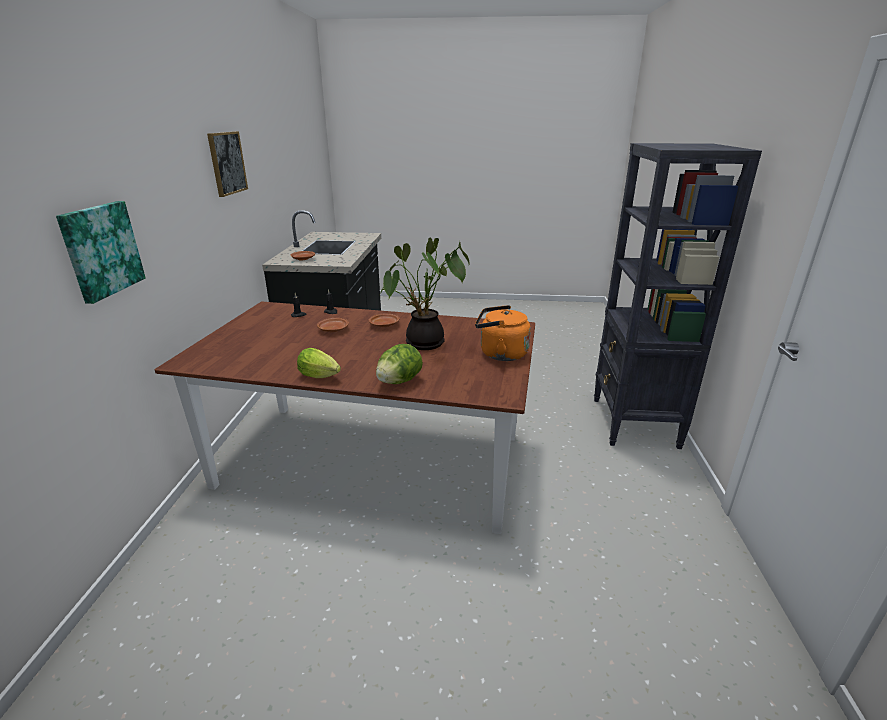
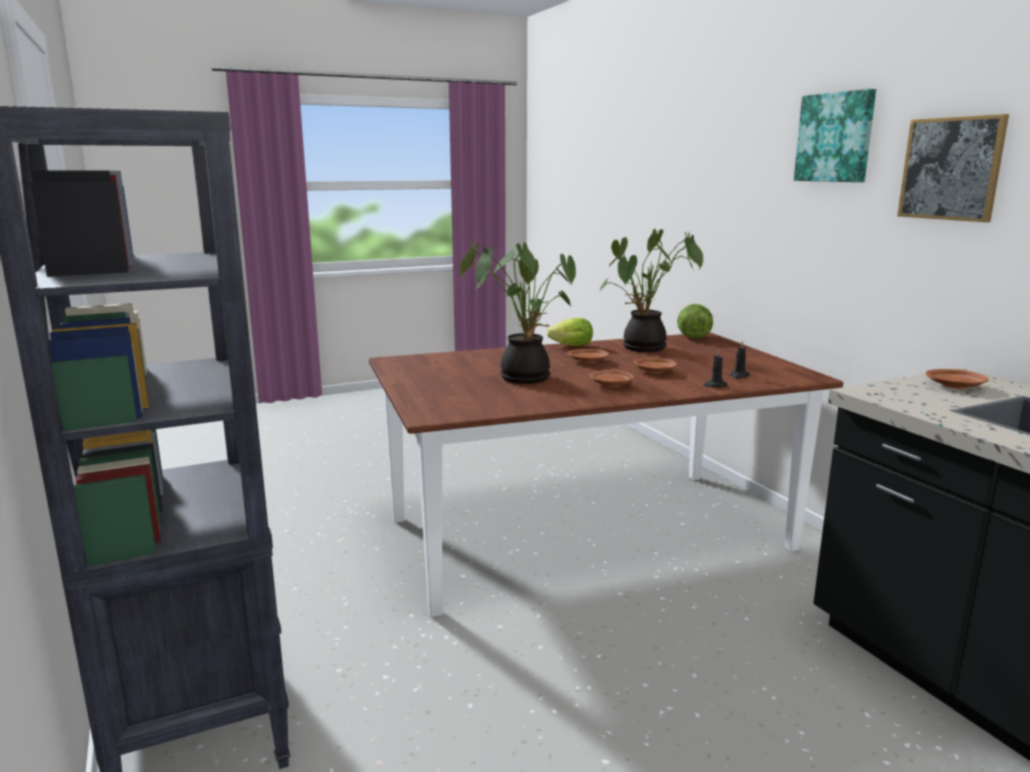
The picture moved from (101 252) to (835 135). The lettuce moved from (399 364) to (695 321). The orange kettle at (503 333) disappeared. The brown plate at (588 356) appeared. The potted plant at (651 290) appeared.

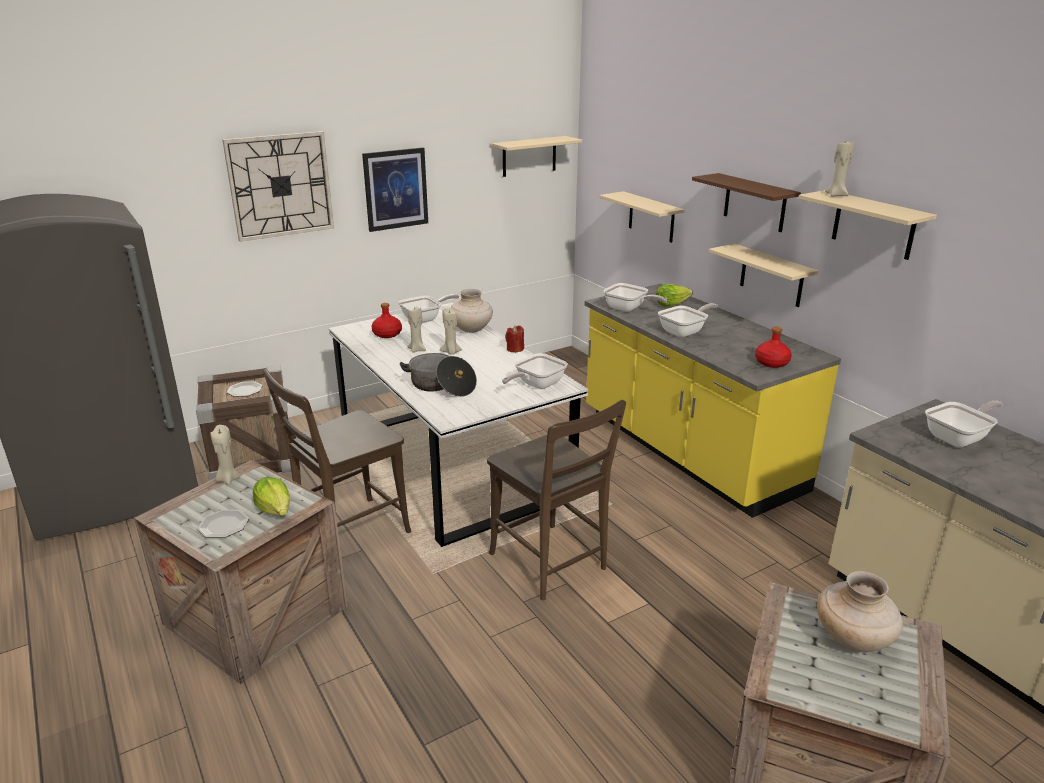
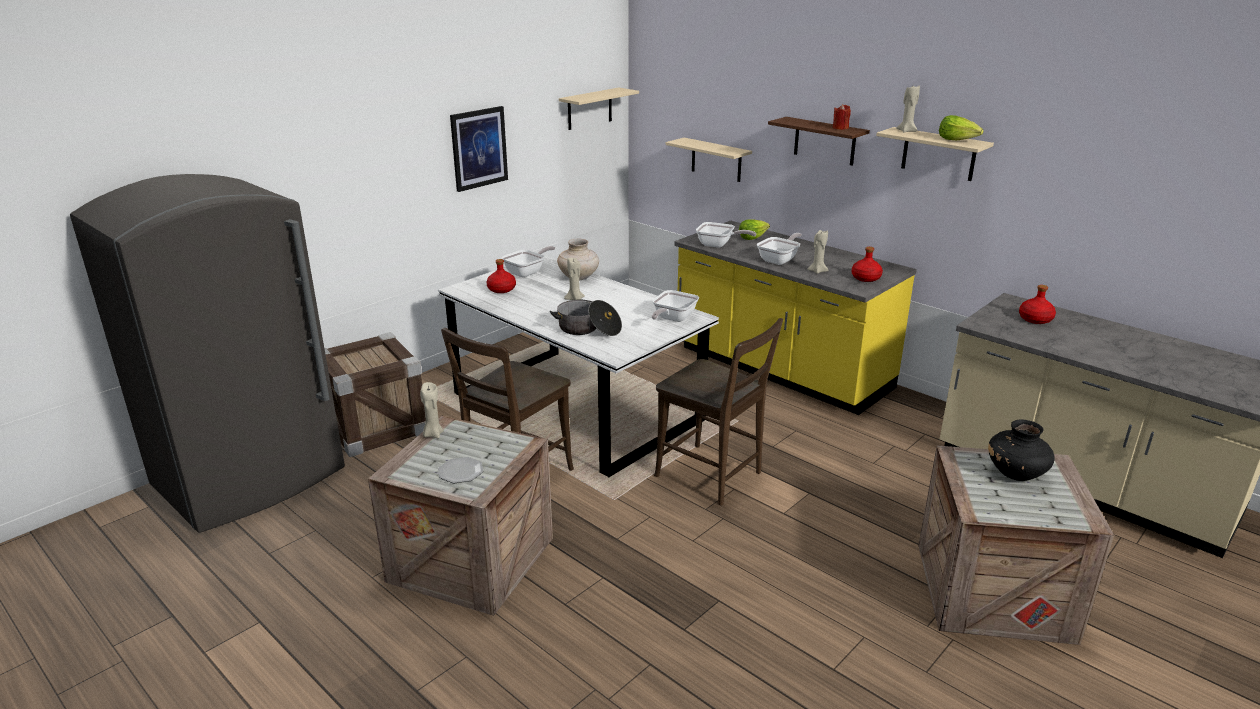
The wall clock at (278 186) disappeared. The plate at (245 389) disappeared. The lettuce moved from (271 496) to (961 128). The beige candle moved from (416 330) to (818 252). The red candle moved from (514 339) to (842 117). The beige shelf at (764 275) disappeared. The beige vase at (860 611) became the black vase at (1021 450). The frying pan at (964 424) was replaced by the red bottle at (1037 304).

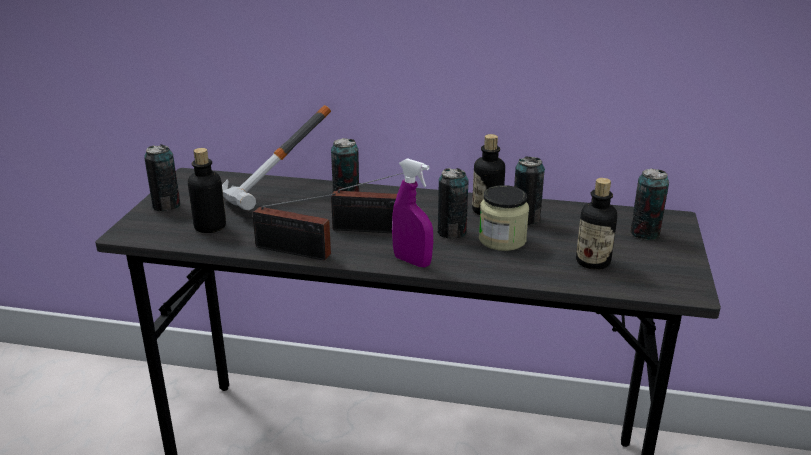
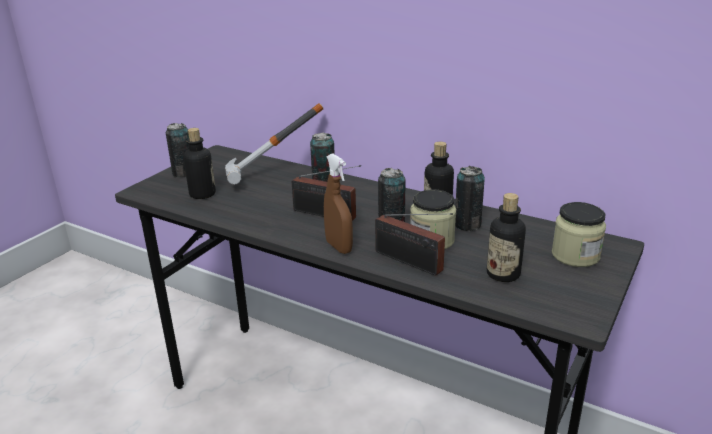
The radio moved from (294 227) to (414 244). The purple spray bottle at (412 212) became the brown spray bottle at (338 203). The can at (649 204) was replaced by the jar at (579 234).

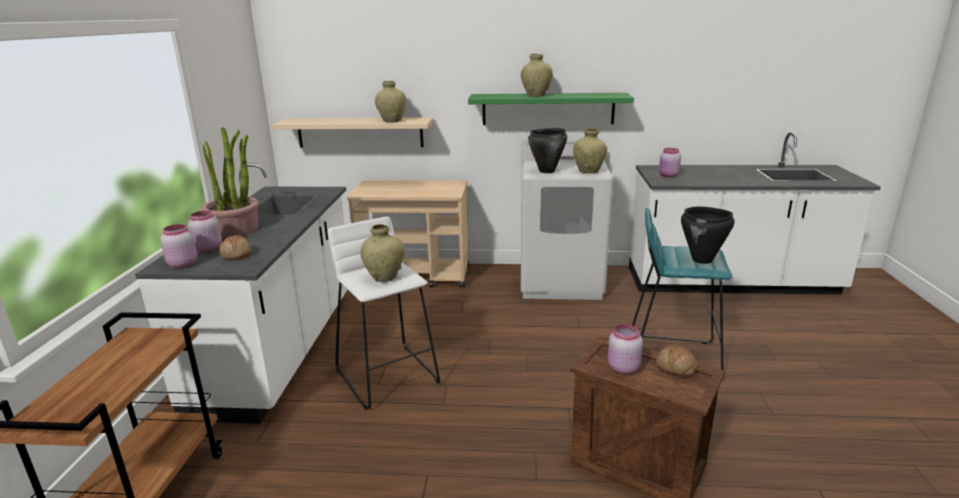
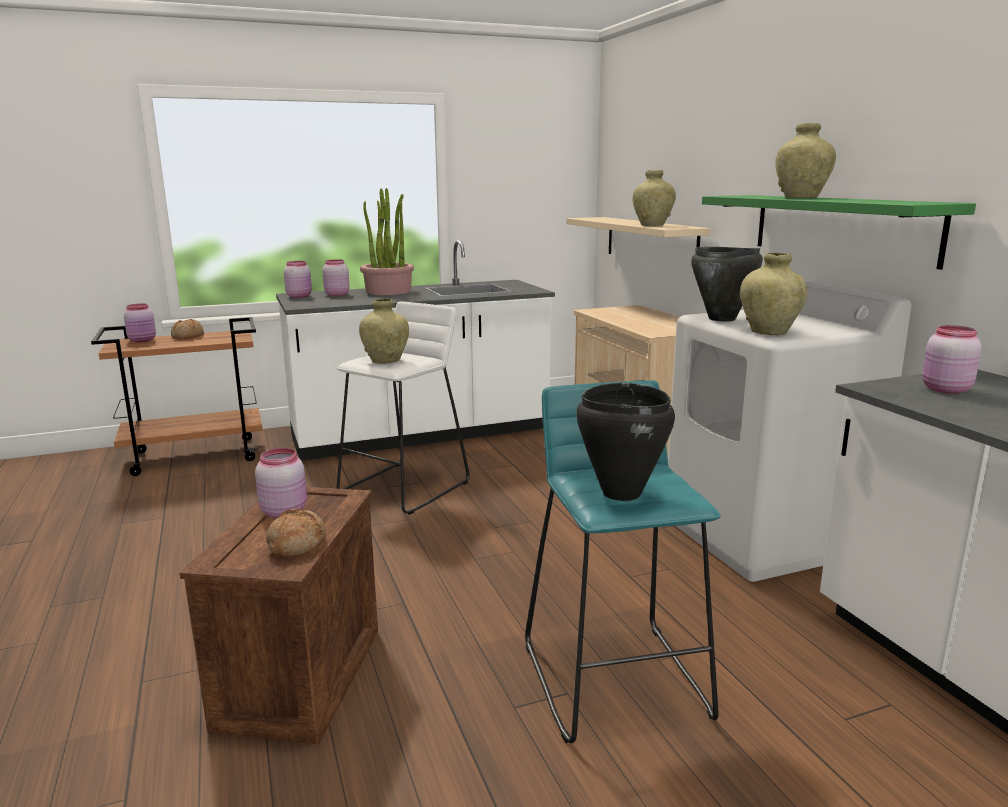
The bread moved from (235 247) to (187 329). The pink jar at (140 323) appeared.

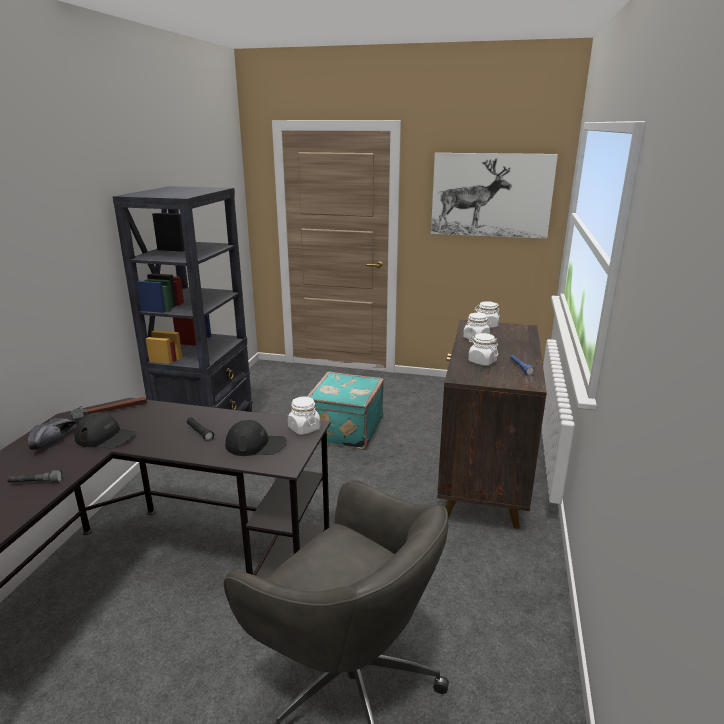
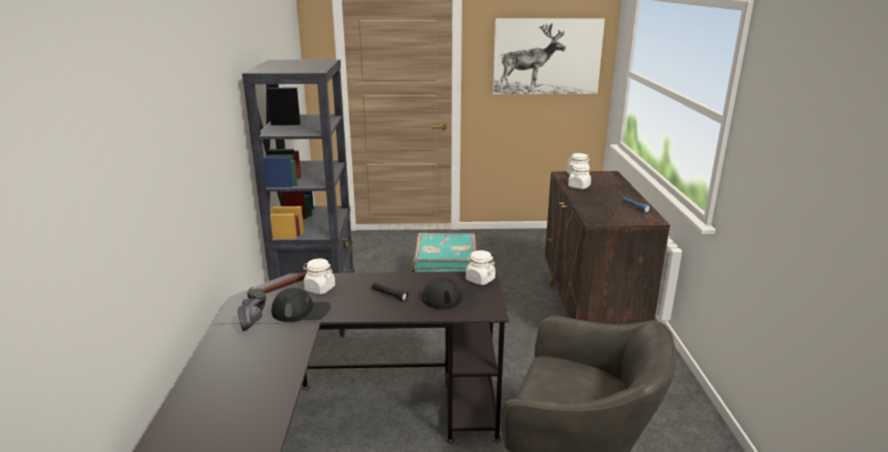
The grey flashlight at (34 476) disappeared. The white jar moved from (483 349) to (319 276).

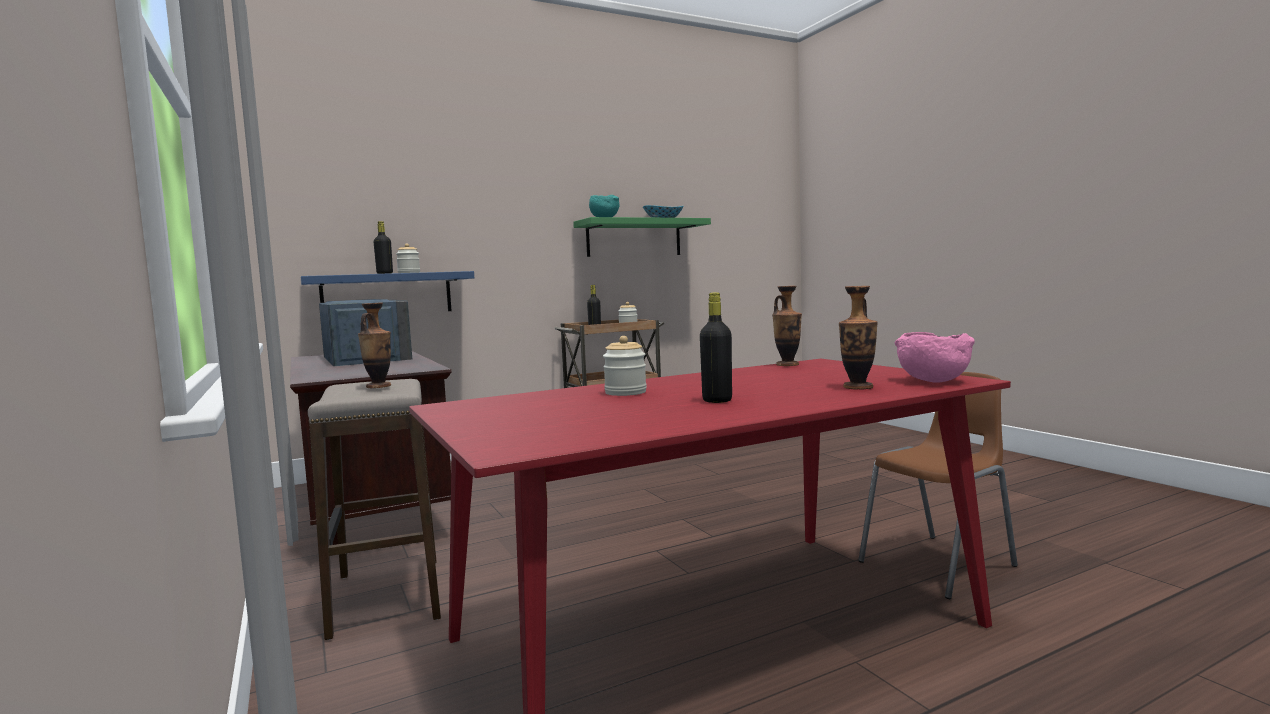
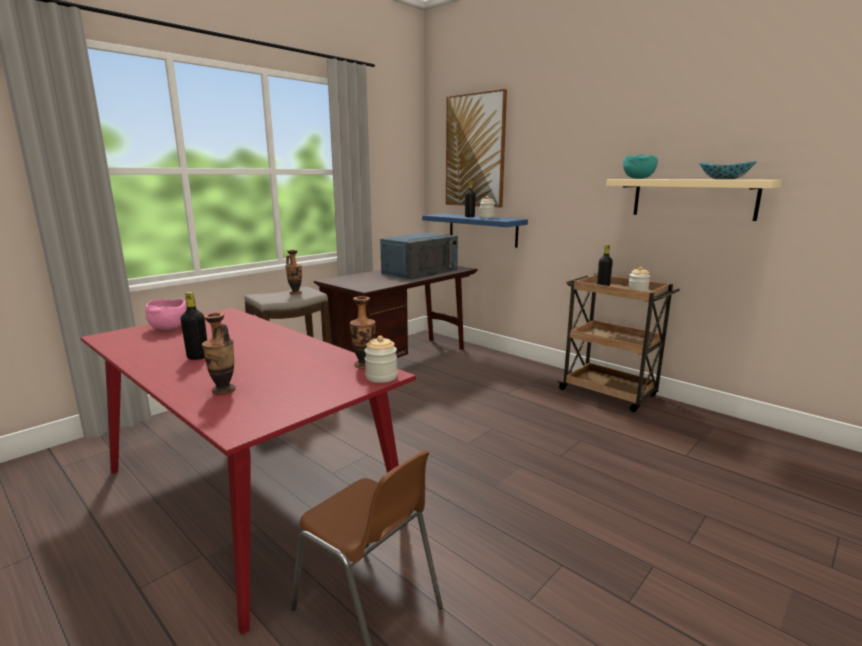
The green shelf at (642 237) became the beige shelf at (694 200). The jar moved from (625 366) to (380 359). The pink bowl moved from (935 357) to (165 314). The picture at (476 148) appeared.

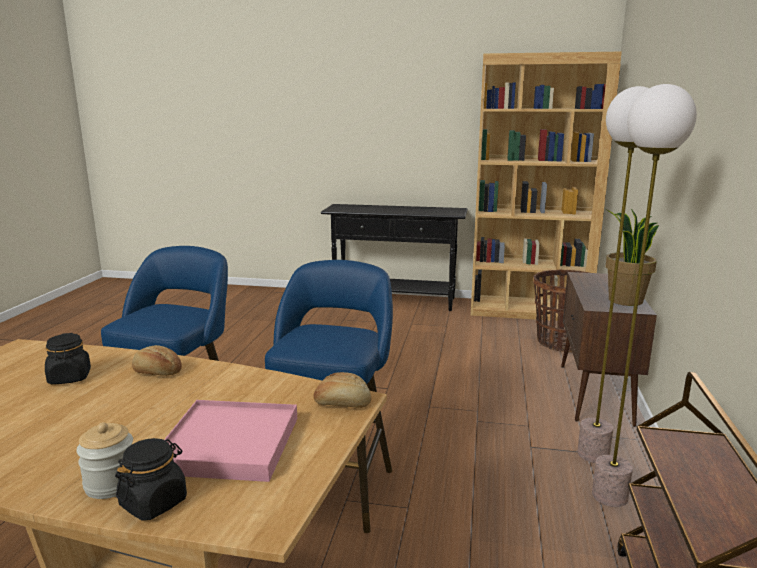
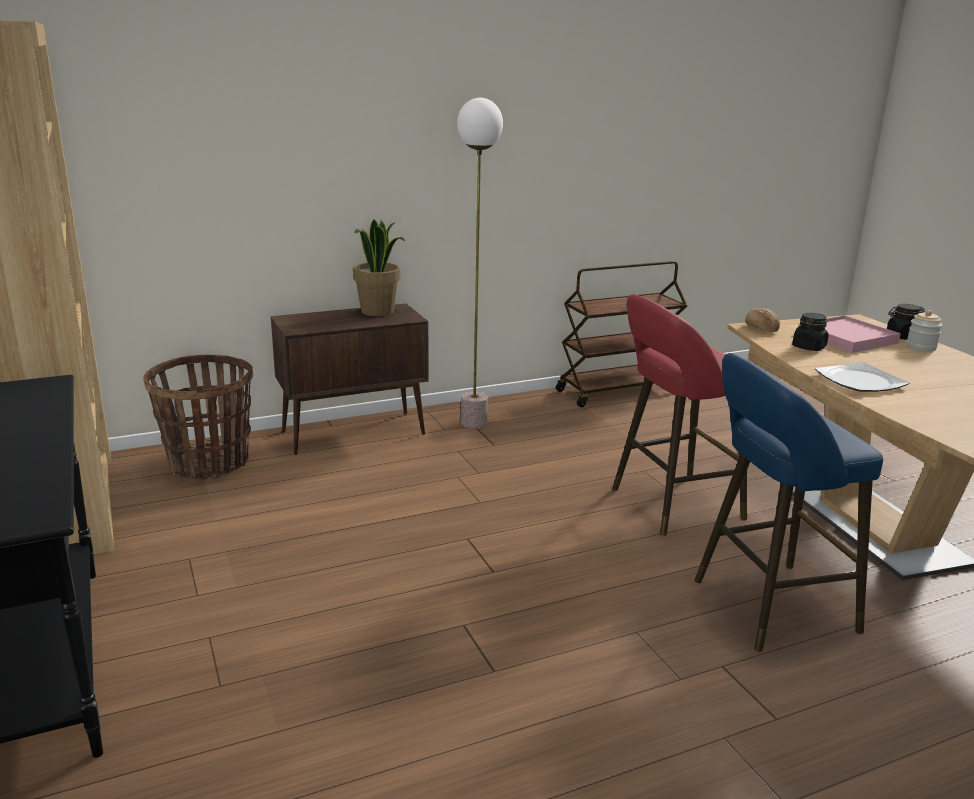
The black jar moved from (68 358) to (810 332). The bread at (157 360) was replaced by the plate at (862 377). The blue stool at (329 396) became the red stool at (679 415). The floor lamp at (644 295) disappeared.

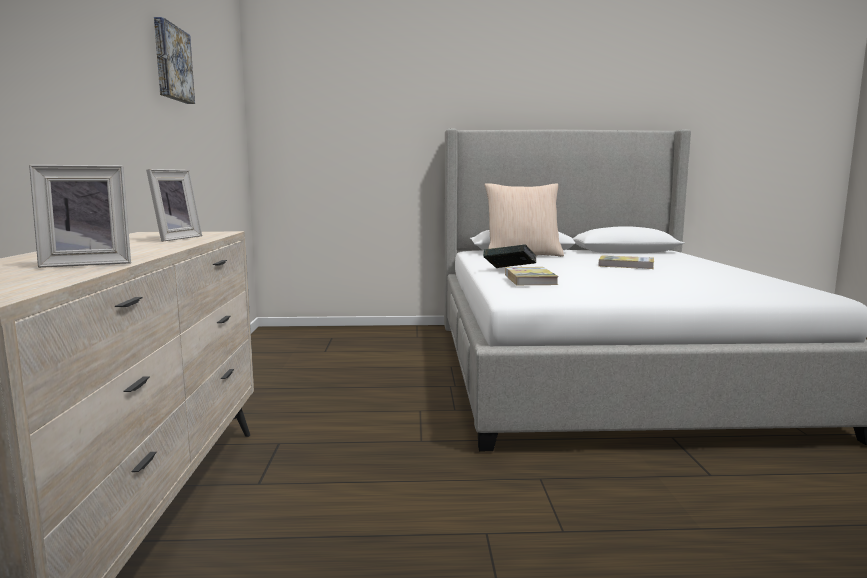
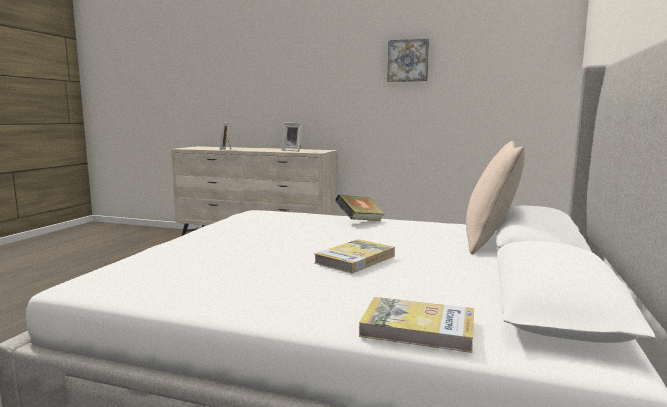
The book moved from (532 276) to (416 325).

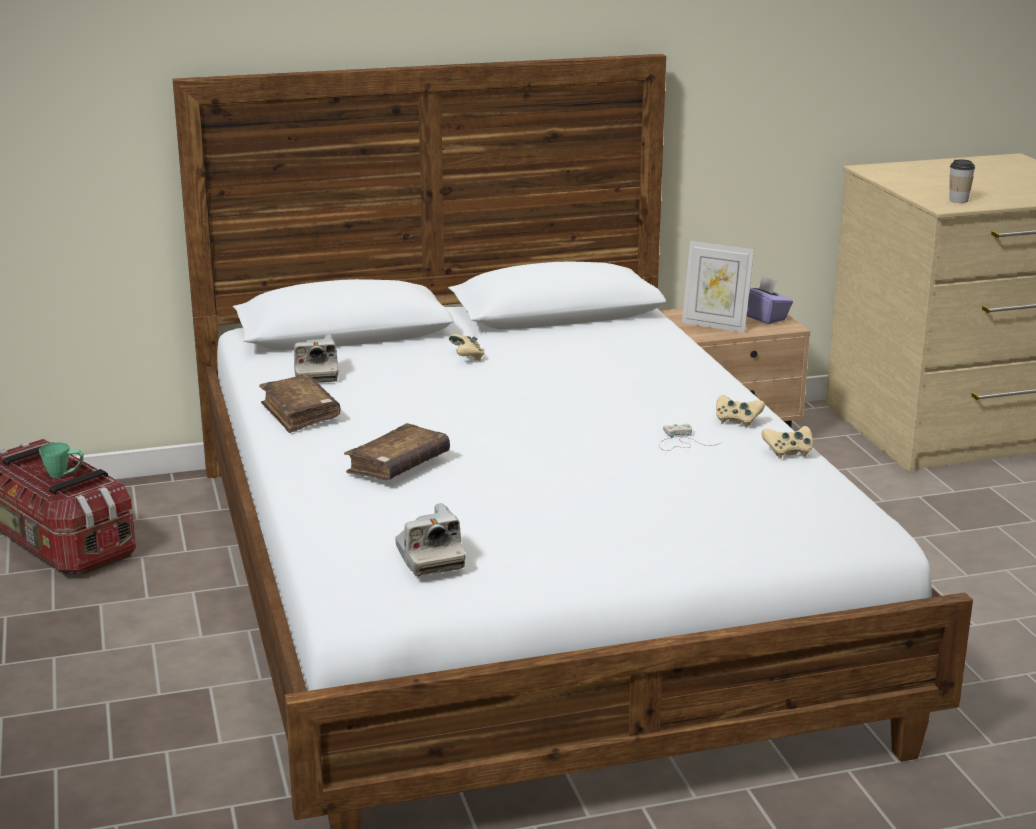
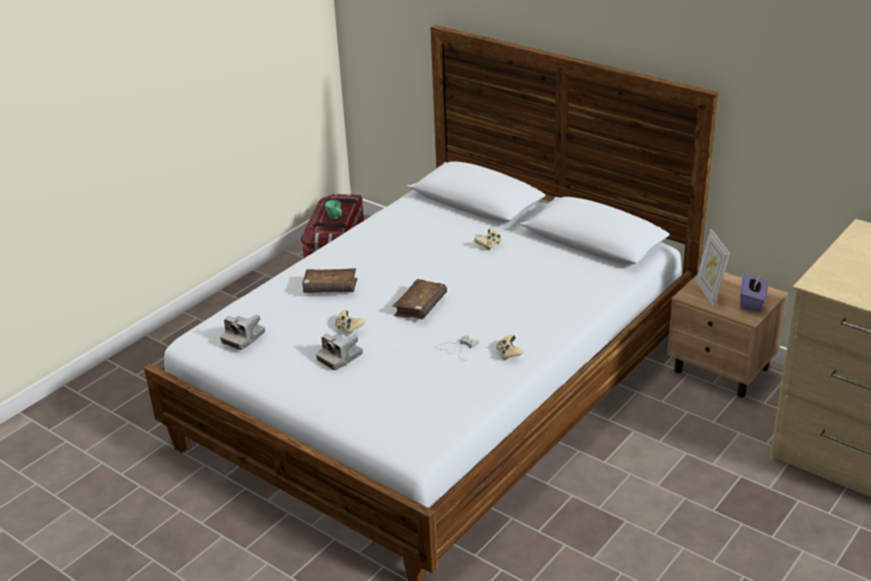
The brown book moved from (300 403) to (420 299). The photo camera moved from (316 358) to (339 352). The beige game controller moved from (787 442) to (350 322). The cup at (962 181) disappeared.

